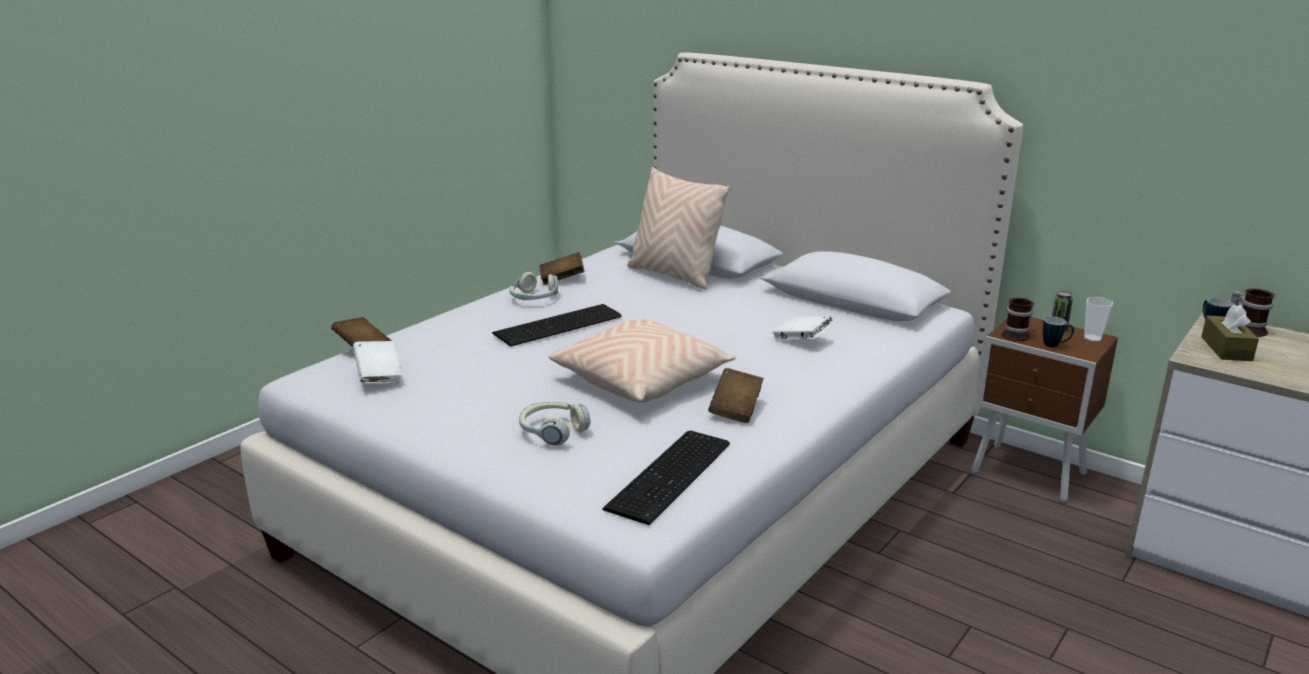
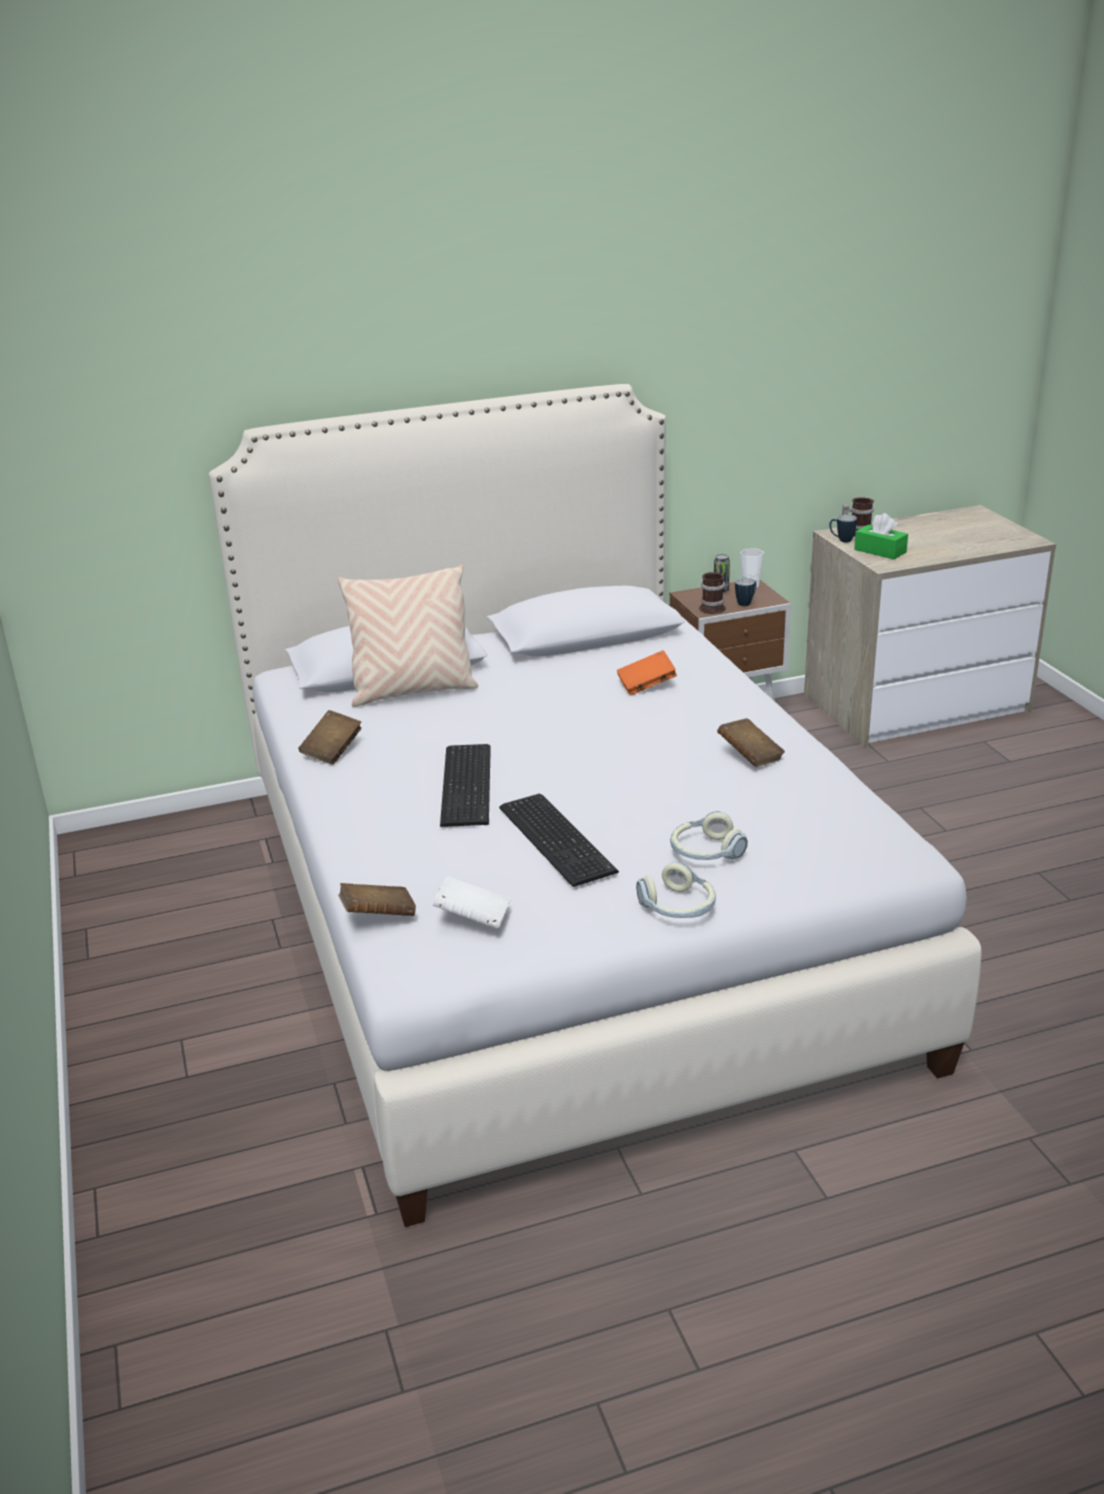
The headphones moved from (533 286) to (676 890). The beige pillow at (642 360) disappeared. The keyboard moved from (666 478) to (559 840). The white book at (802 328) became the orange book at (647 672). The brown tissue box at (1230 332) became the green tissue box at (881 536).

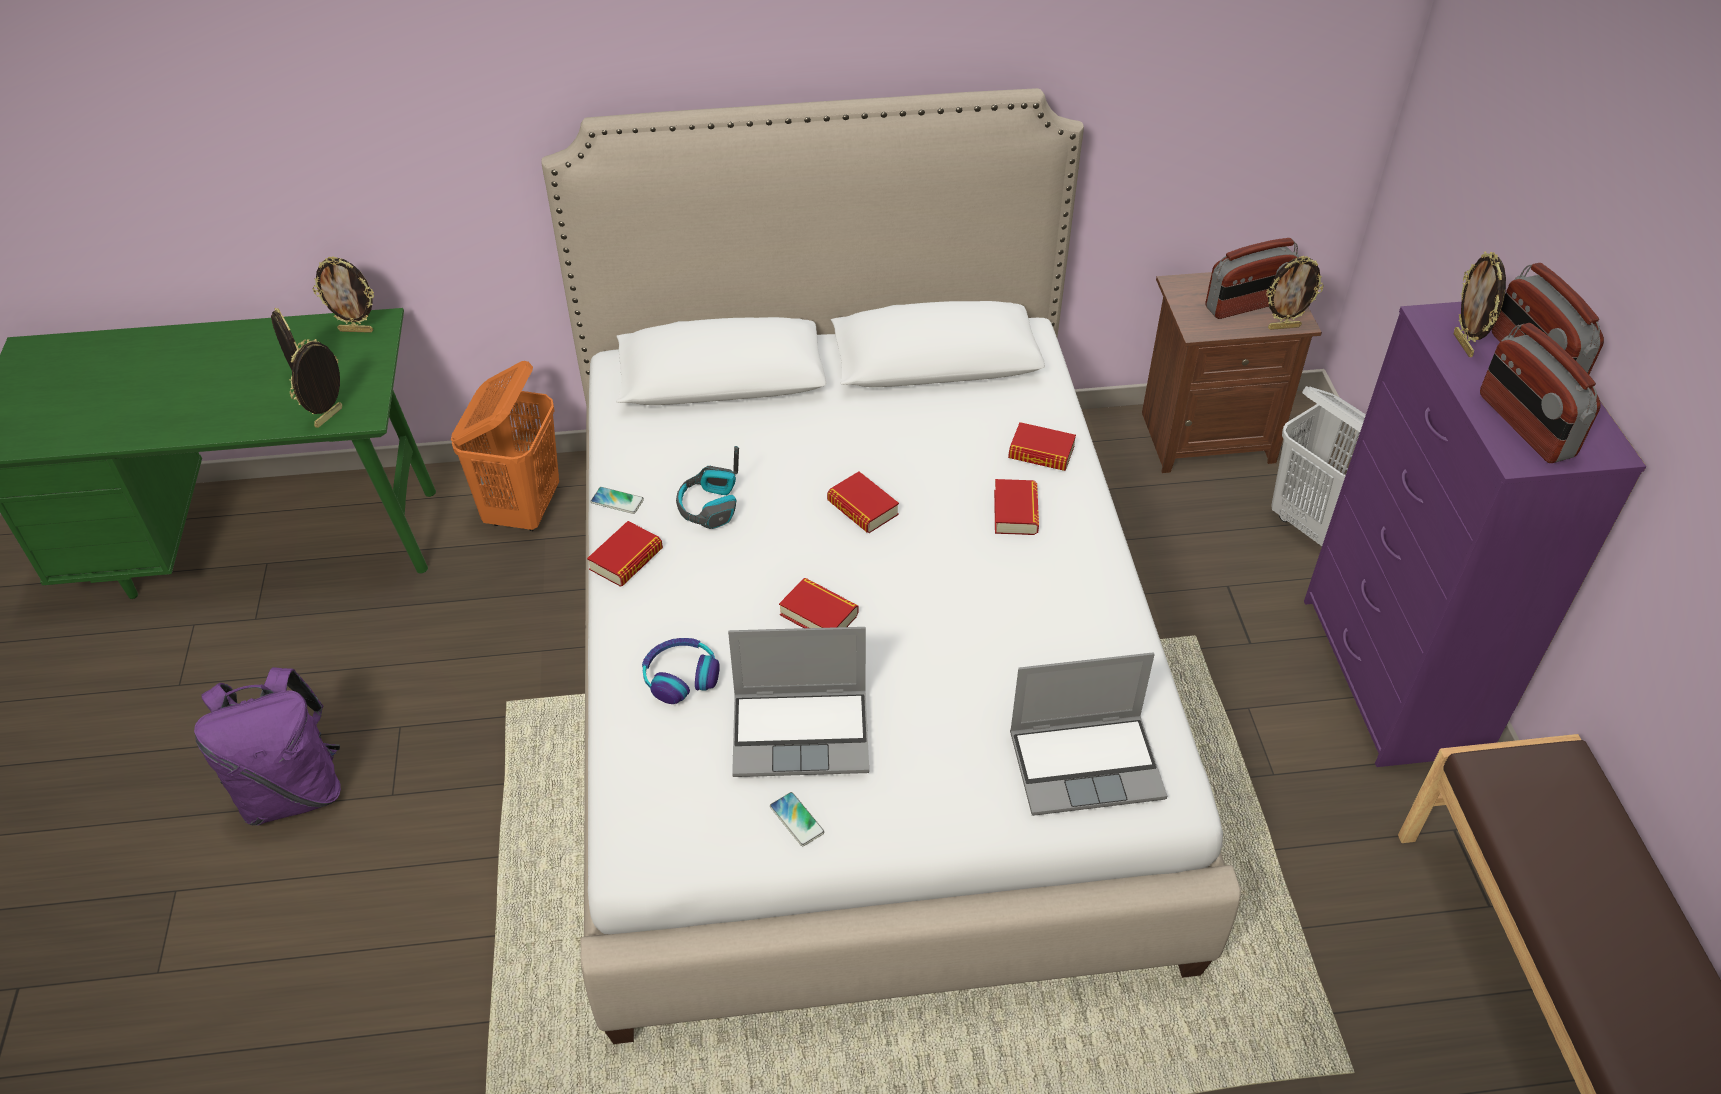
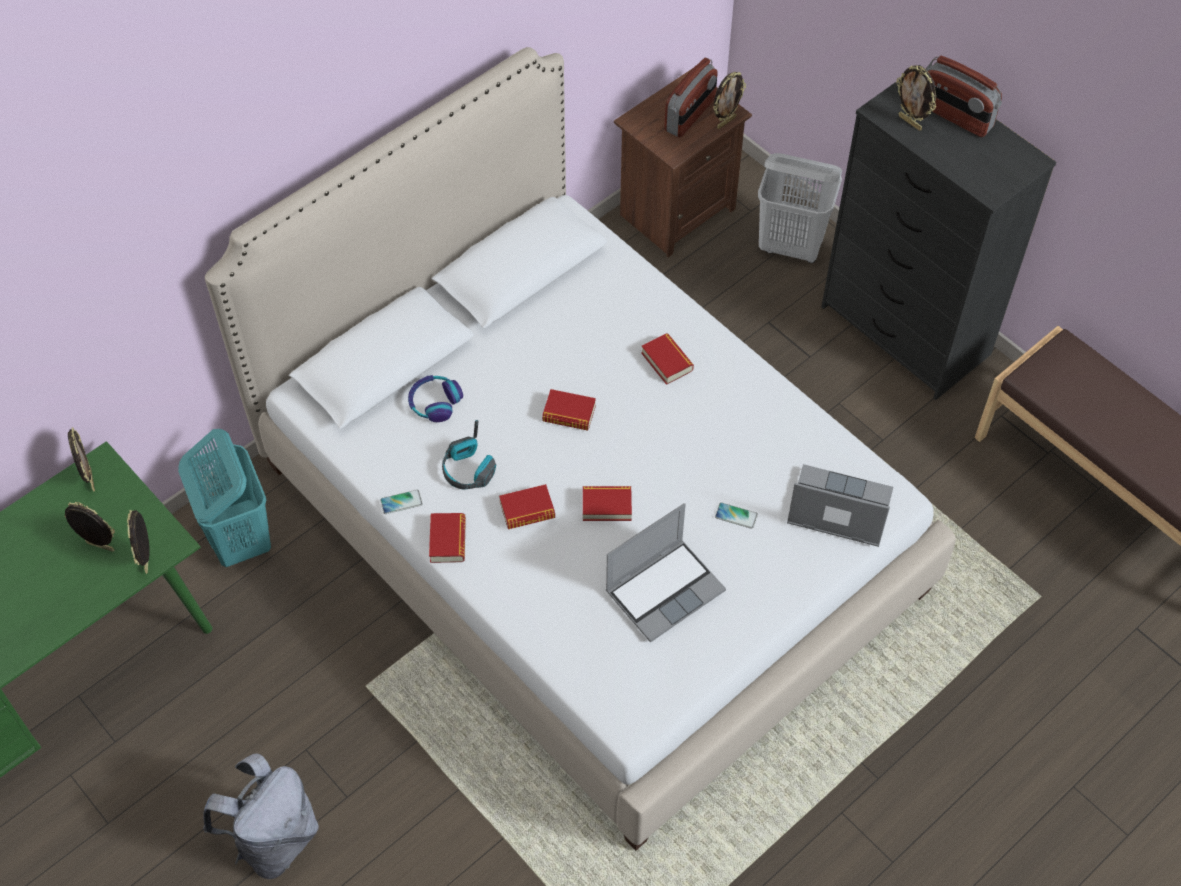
The purple backpack at (267 746) became the grey backpack at (261 816). The picture frame at (343 294) turned 75 degrees counterclockwise. The orange laundry basket at (505 446) became the turquoise laundry basket at (224 498). The headphones moved from (681 671) to (435 398). The phone moved from (797 819) to (736 515). The book moved from (1042 446) to (527 506). The laptop at (1088 734) turned 120 degrees counterclockwise. The purple dresser at (1475 534) became the black dresser at (938 232). The radio at (1540 393) disappeared.

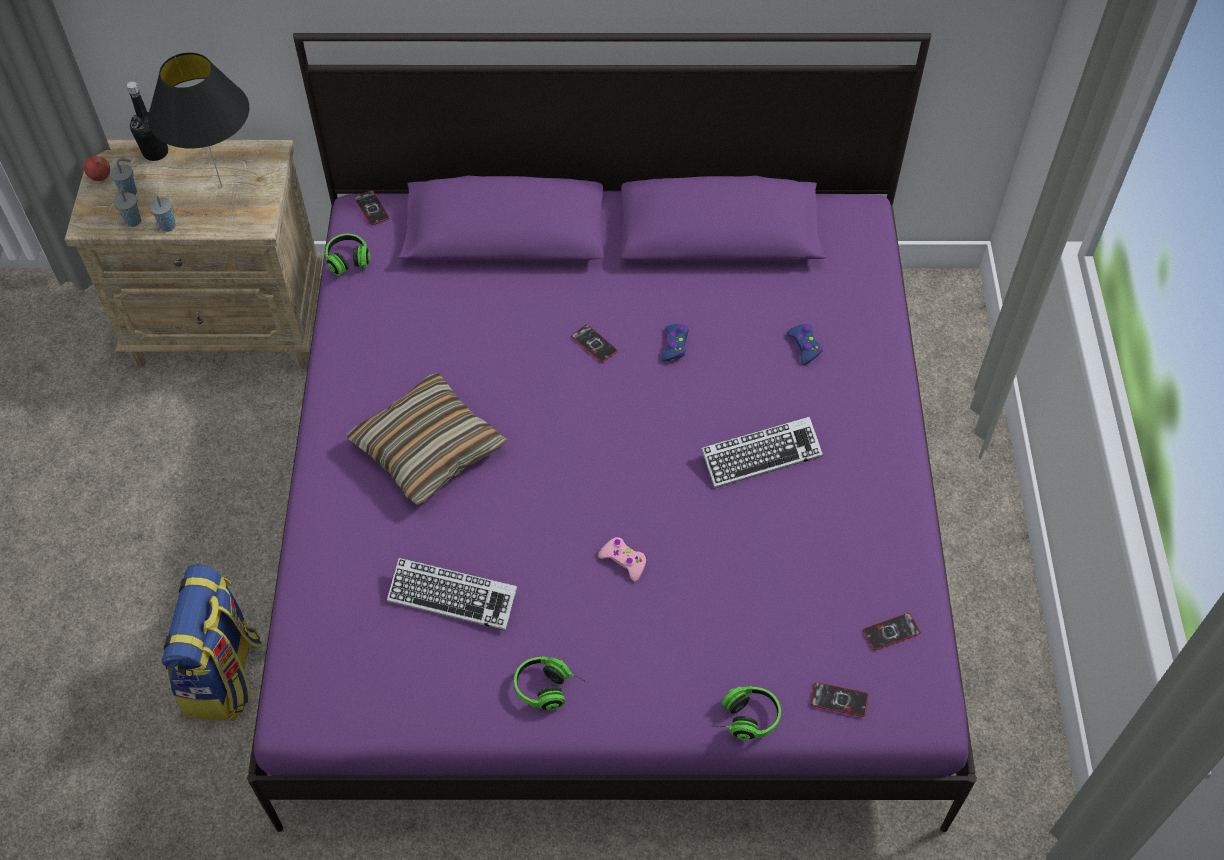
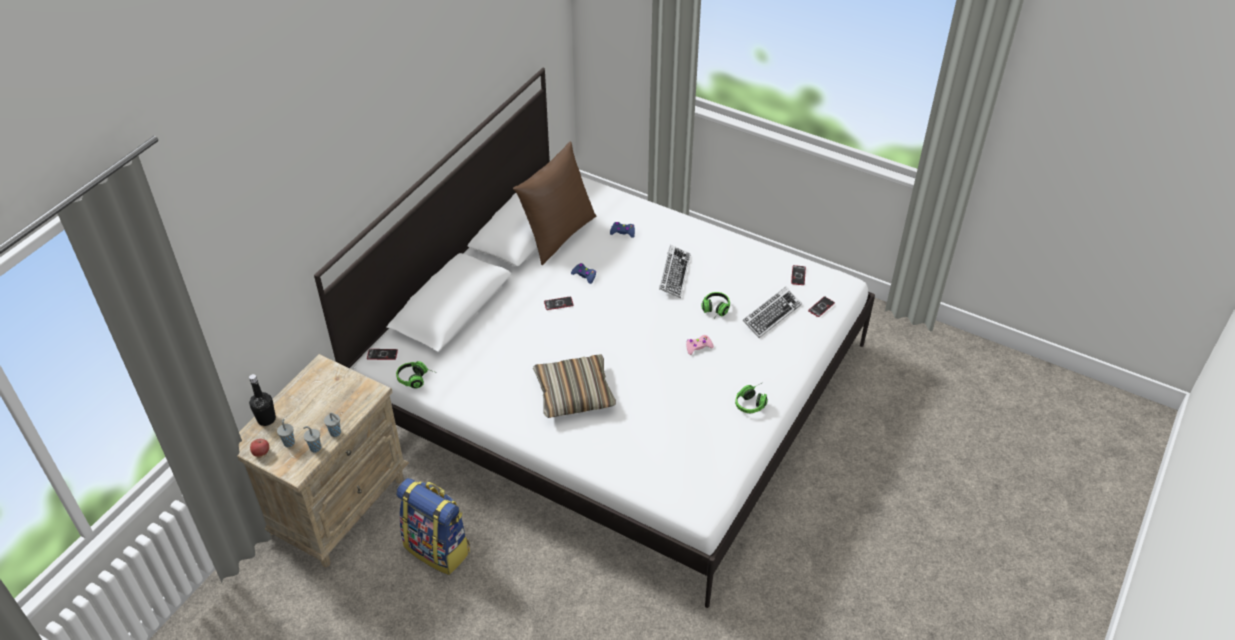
The black table lamp at (198 120) disappeared. The backpack moved from (212 642) to (433 526). The purple bed at (612 432) became the white bed at (594 338). The keyboard moved from (452 594) to (772 312). The headphones moved from (745 712) to (715 304). The brown pillow at (554 203) appeared.

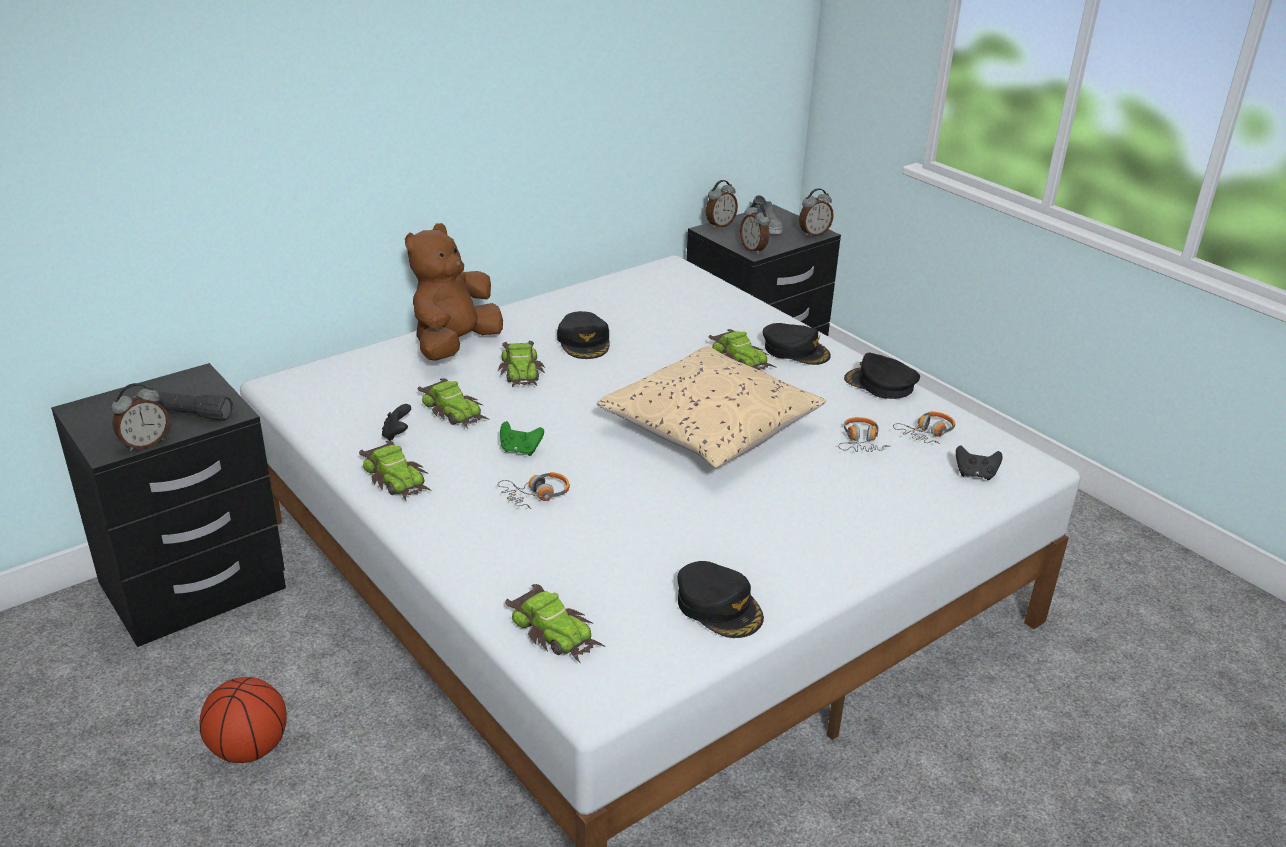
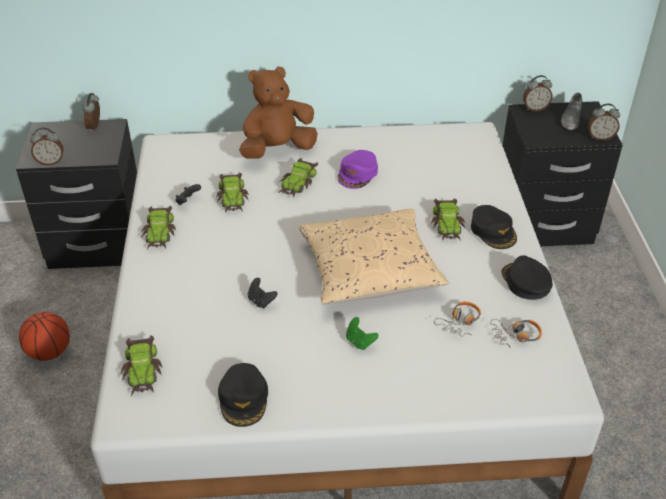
The black flashlight at (194 406) disappeared. The headphones at (534 490) disappeared. The green game controller moved from (522 438) to (362 333). The black cap at (583 335) became the purple cap at (358 169). The alarm clock moved from (755 228) to (91 112). The black game controller moved from (979 463) to (262 293).

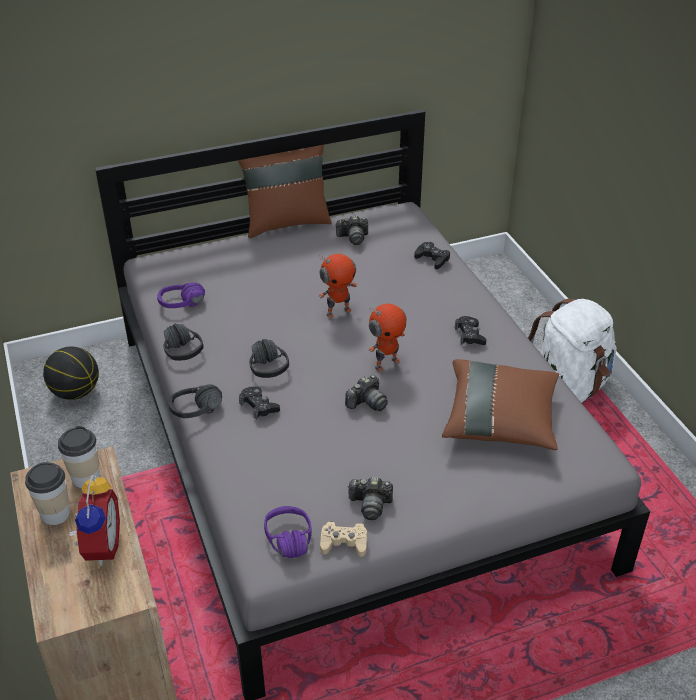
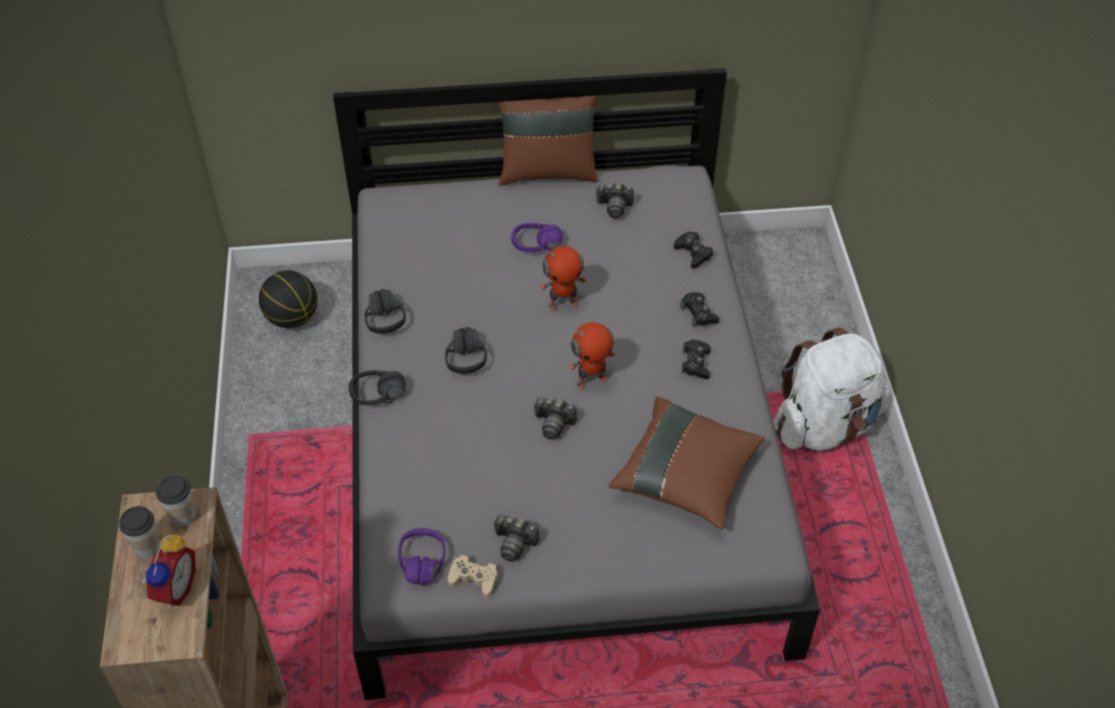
The purple headphones moved from (181 295) to (537 237). The black game controller moved from (259 403) to (699 309). The photo camera at (366 393) turned 45 degrees clockwise.

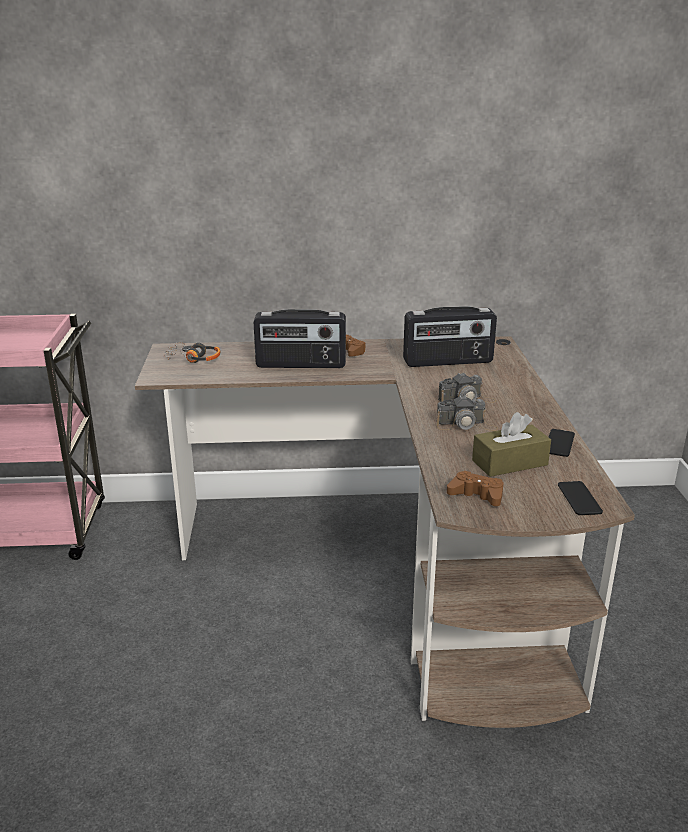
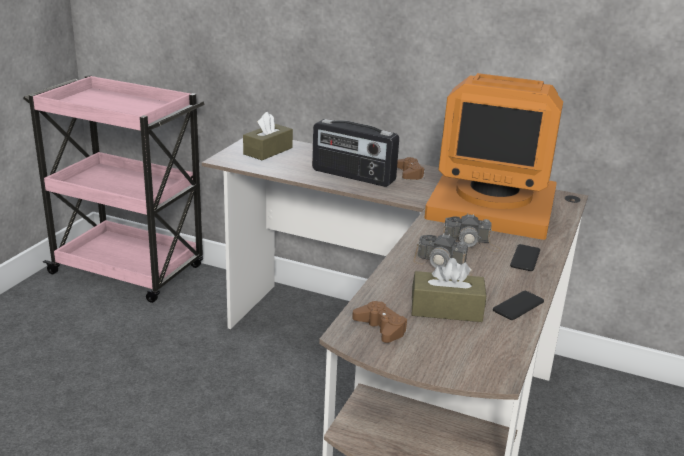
The headphones at (192 352) was replaced by the brown tissue box at (268 136). The radio at (450 336) was replaced by the monitor at (493 156). The phone moved from (580 498) to (525 257).

